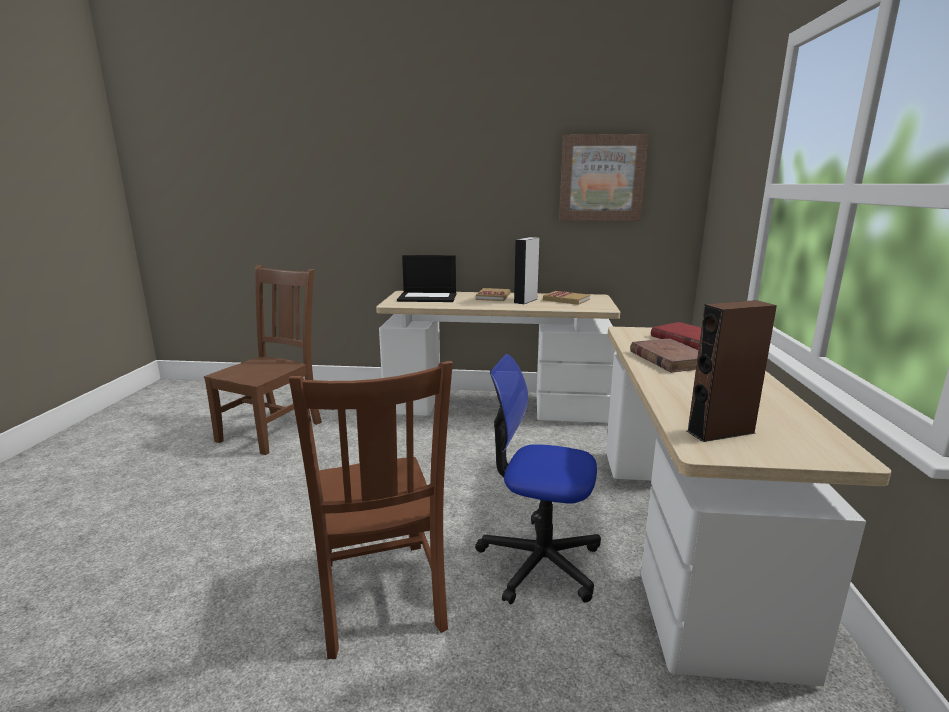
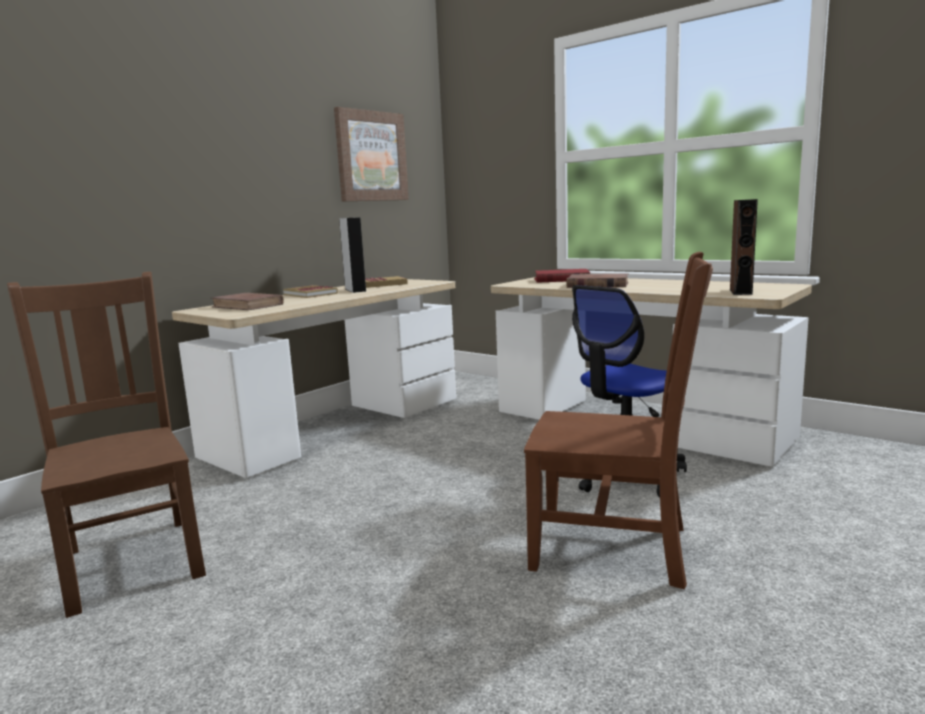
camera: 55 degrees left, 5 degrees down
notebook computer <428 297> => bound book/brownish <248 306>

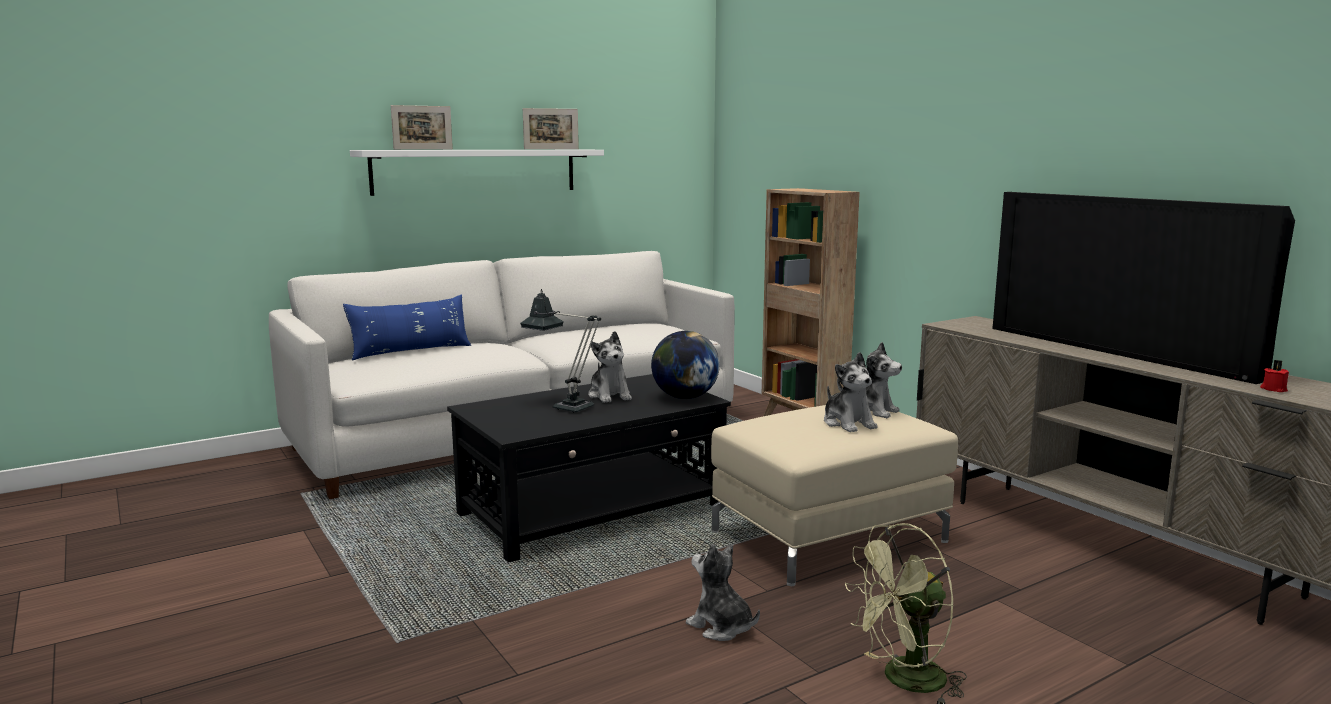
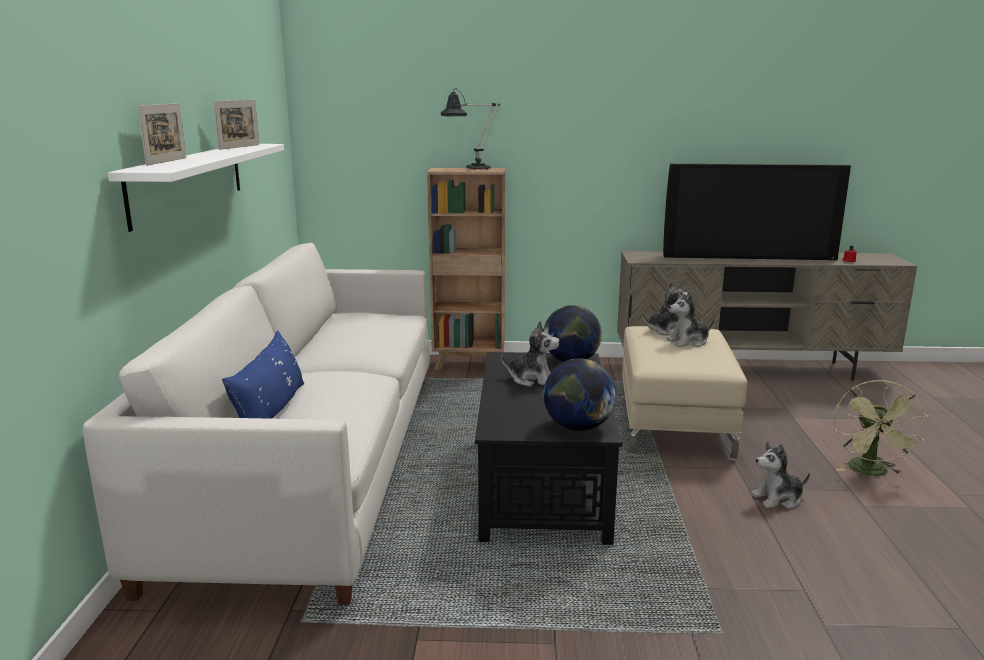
camera: 55 degrees left, 5 degrees up
nothing => desk globe <578 427>
lamp for a table <566 406> => lamp for a table <472 169>, relocated
cuddly toy <848 423> => cuddly toy <688 342>, 150 degrees clockwise

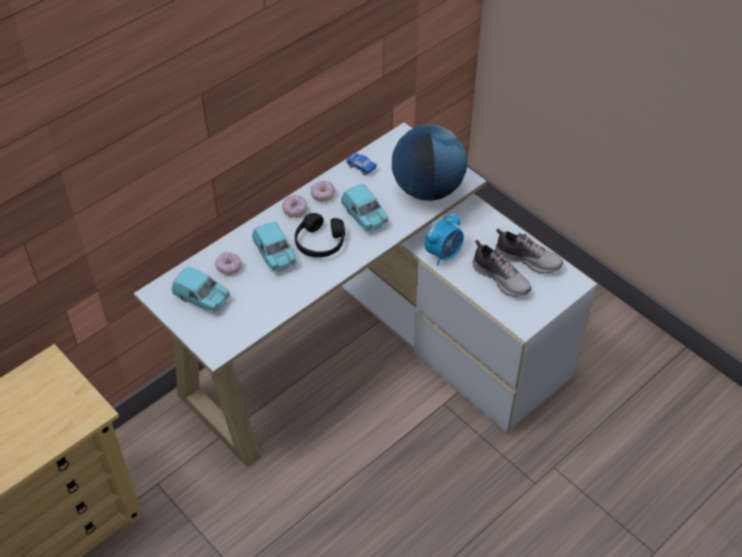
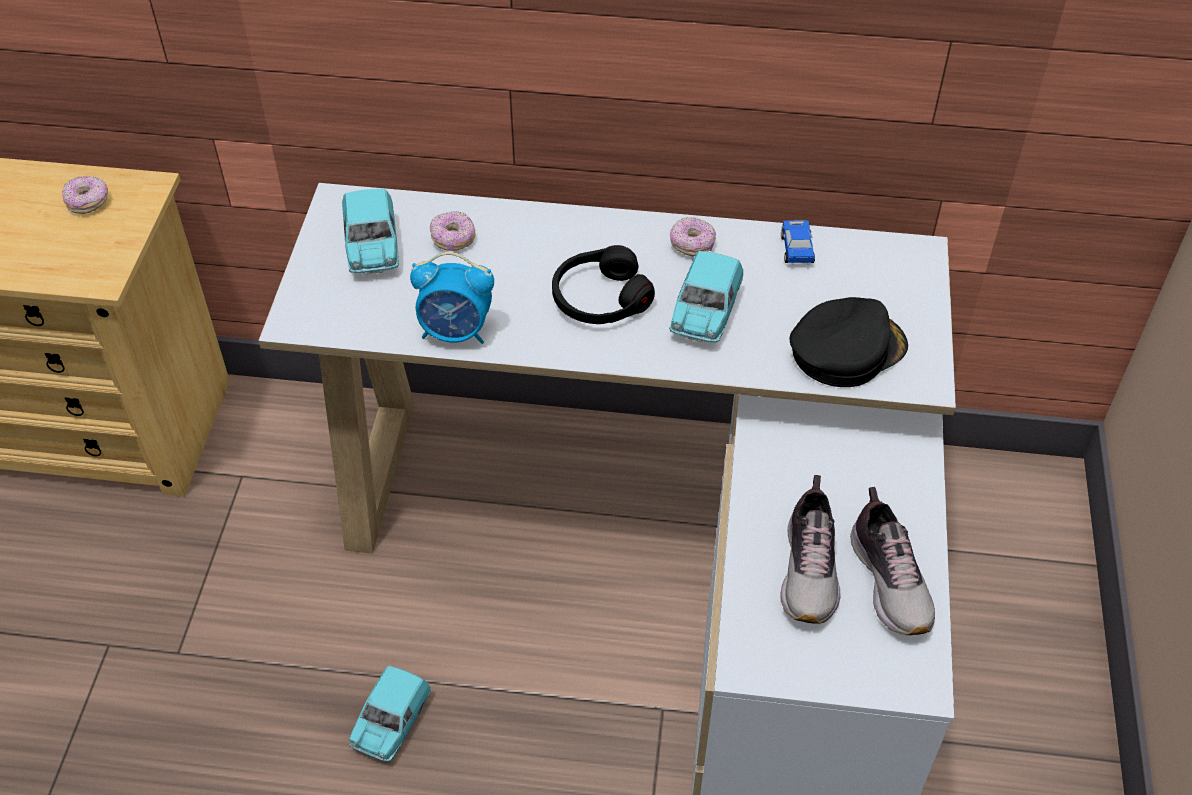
camera: 50 degrees right, 0 degrees up
miniature car/blue-green <275 255> => miniature car/blue-green <391 723>, relocated
doughnut <294 210> => doughnut <88 202>, relocated
table clock <443 254> => table clock <456 332>, relocated
desk globe <427 189> => cap/black-coloured <846 349>

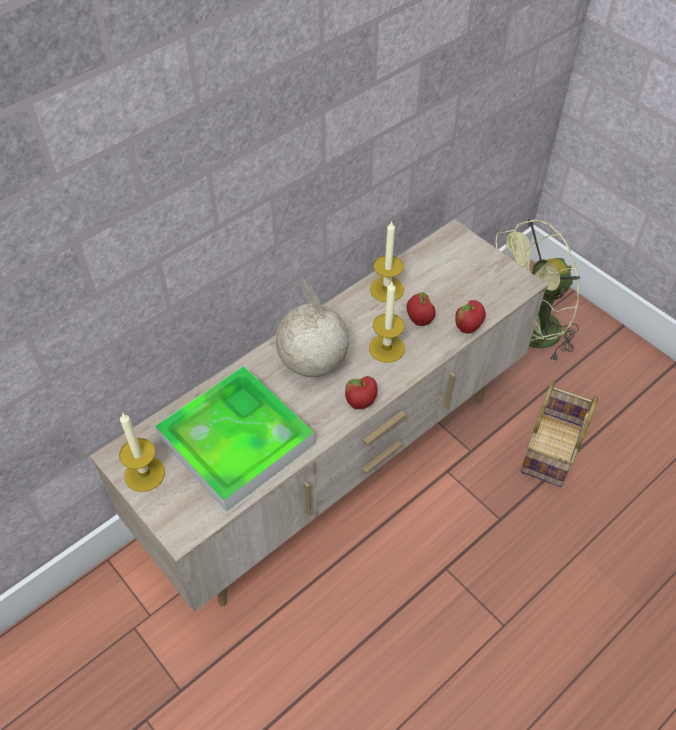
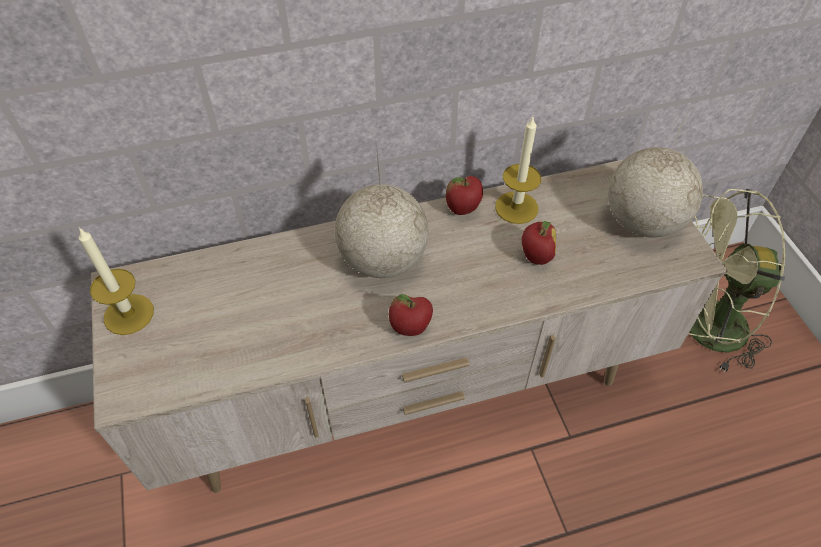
camera: 25 degrees right, 0 degrees up
tray <236 441> => nothing
wax light <386 348> => nothing
household basket <552 451> => nothing
nothing => desk globe <641 223>
apple <468 328> => apple <463 209>, relocated

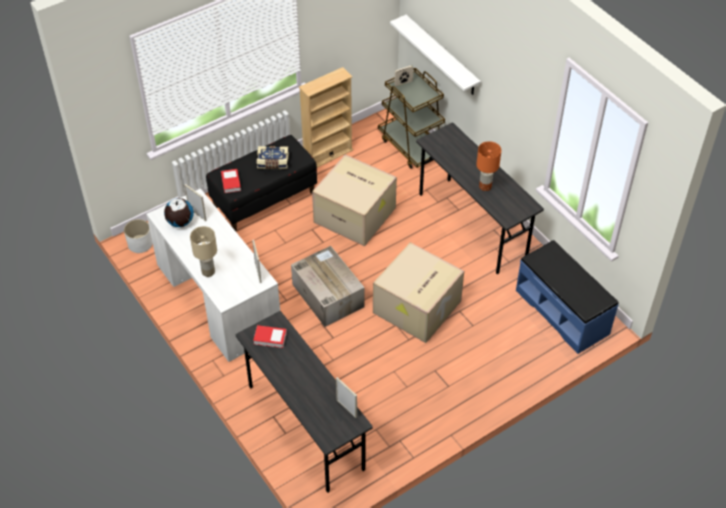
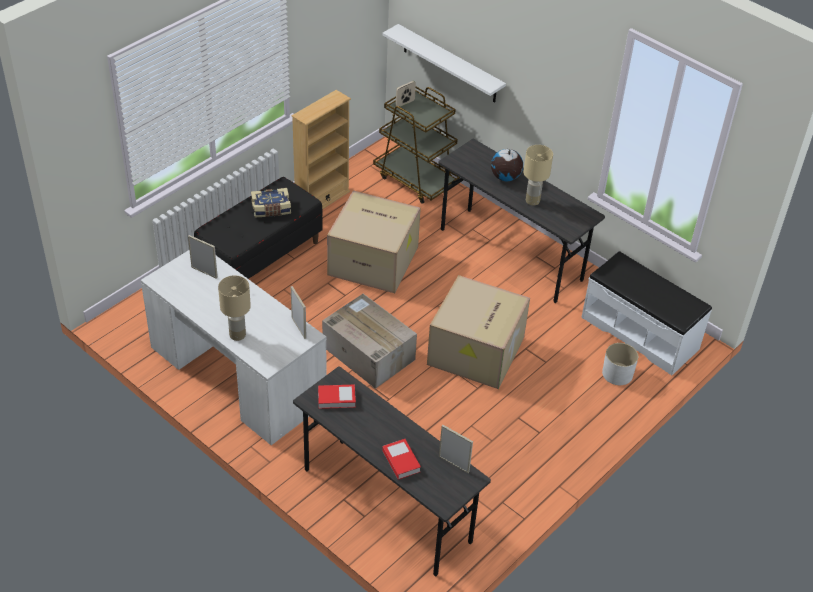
camera: 15 degrees left, 5 degrees down
flower pot/whitish <140 243> => flower pot/whitish <617 373>, relocated
desk globe <180 222> => desk globe <505 177>, relocated
bound book <231 182> => bound book <401 461>, relocated
lamp for a table/orange-coloured <485 187> => lamp for a table/beige <533 201>
indoor bench/blue-coloured <562 311> => indoor bench/whitish <640 332>

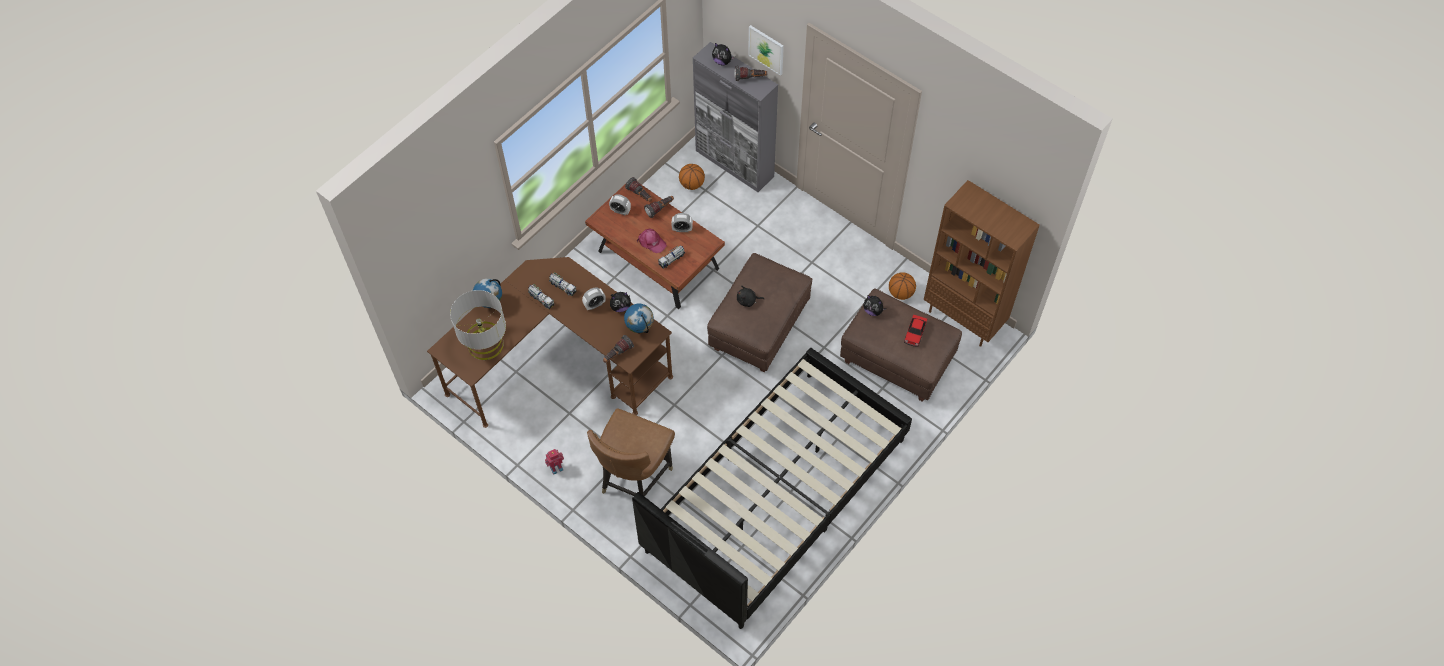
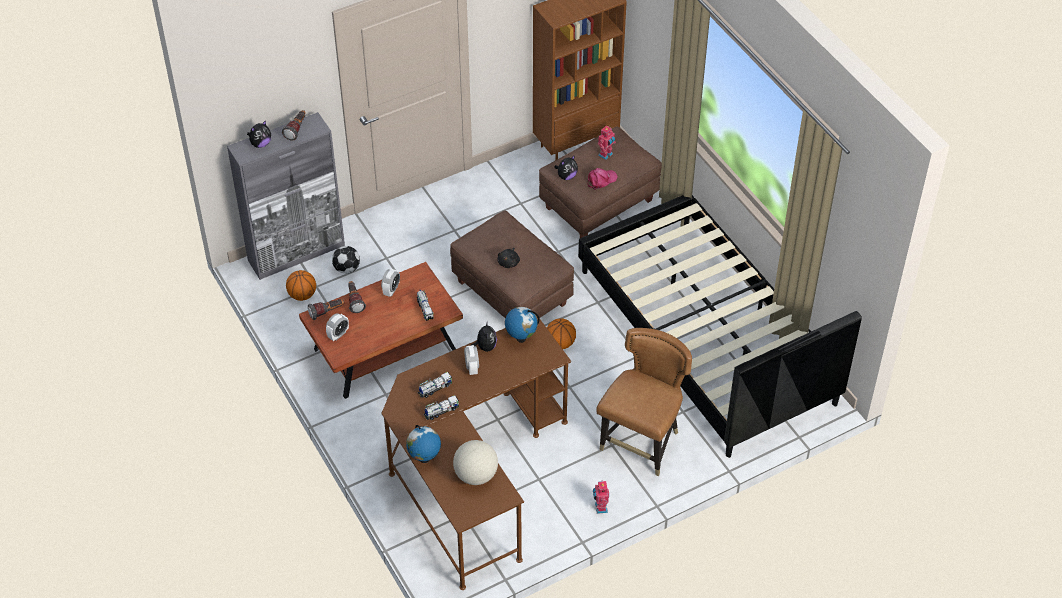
camera: 70 degrees left, 10 degrees down
hand torch <617 354> => nothing
picture <766 49> => nothing
nothing => football ball <347 268>
cap/pinkish <651 242> => cap/pinkish <601 180>, relocated
basketball <900 293> => basketball <560 343>, relocated
lamp for a table/gray <486 344> => desk globe <476 475>
miniature car <915 333> => model robot <606 155>
upright chair/brownish <634 478> => upright chair/brownish <641 443>, 105 degrees counterclockwise

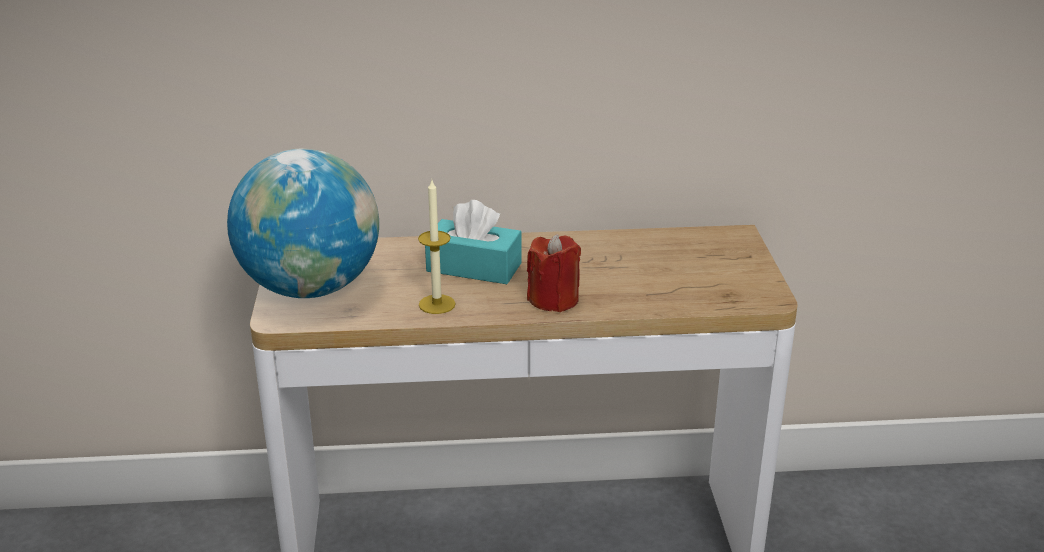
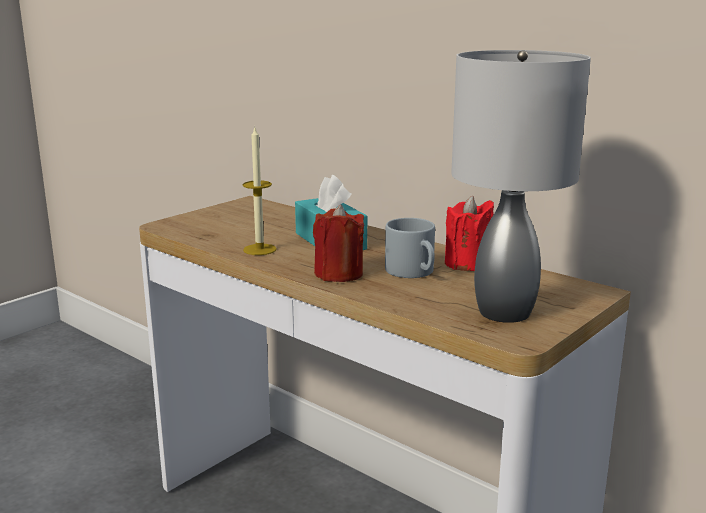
camera: 45 degrees right, 10 degrees down
desk globe <311 288> => nothing
nothing => mug/gray <414 272>
nothing => wax light/red-coloured <468 264>
nothing => lamp for a table/gray <506 313>

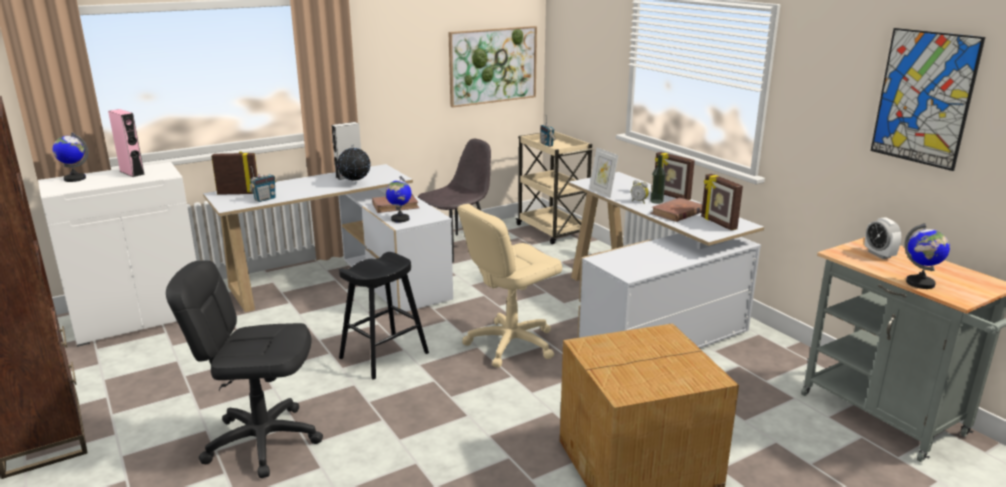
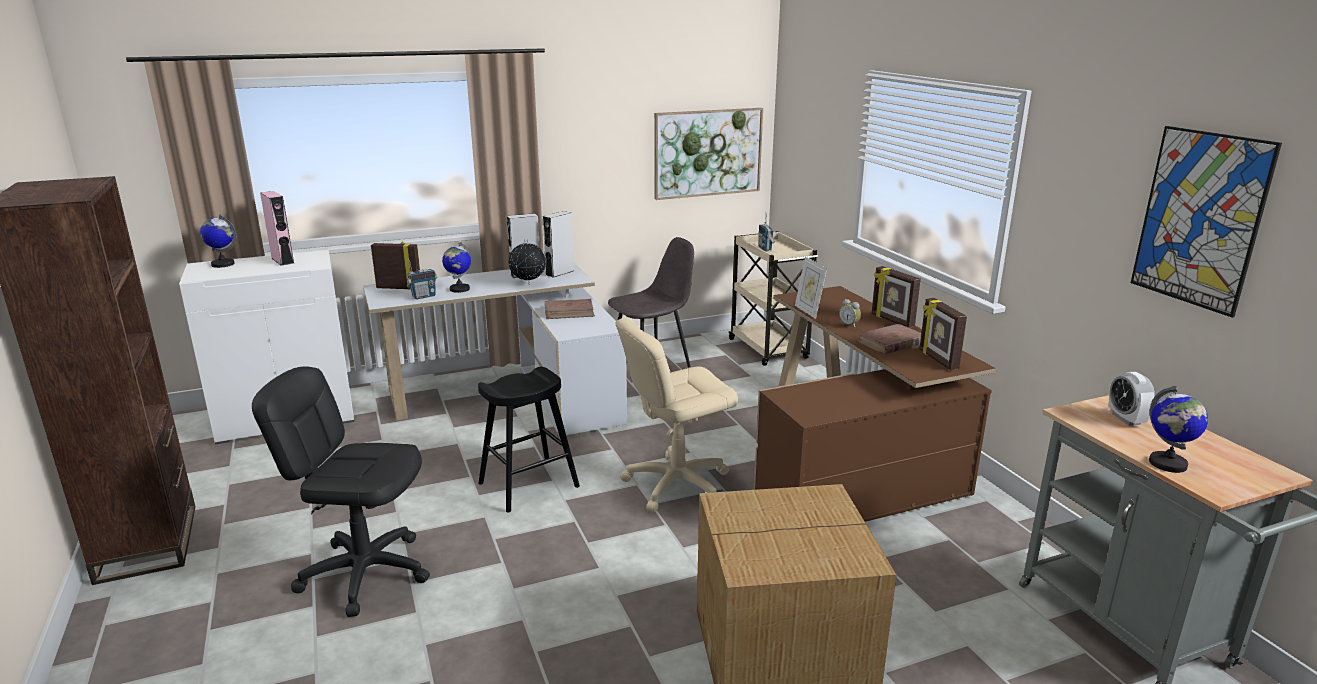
camera: 10 degrees right, 0 degrees up
drink bottle <656 201> => nothing
nothing => audio speaker/gray <560 273>
desk globe <400 219> => desk globe <459 289>, relocated
desk/whitish <646 314> => desk/brownish <851 462>

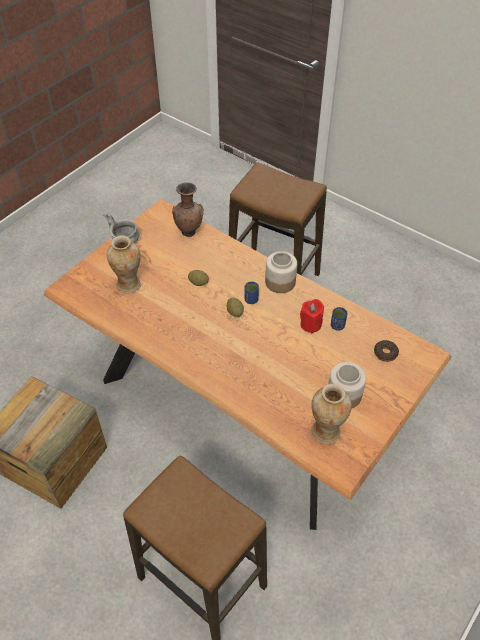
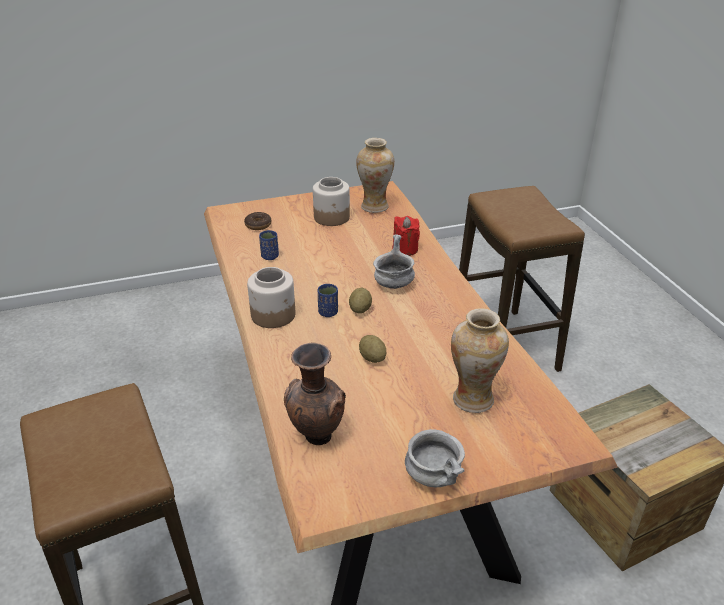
camera: 145 degrees left, 15 degrees down
nothing => serving bowl/gray <393 283>
wax light/red-coloured <310 324> => wax light/red-coloured <405 249>, relocated

